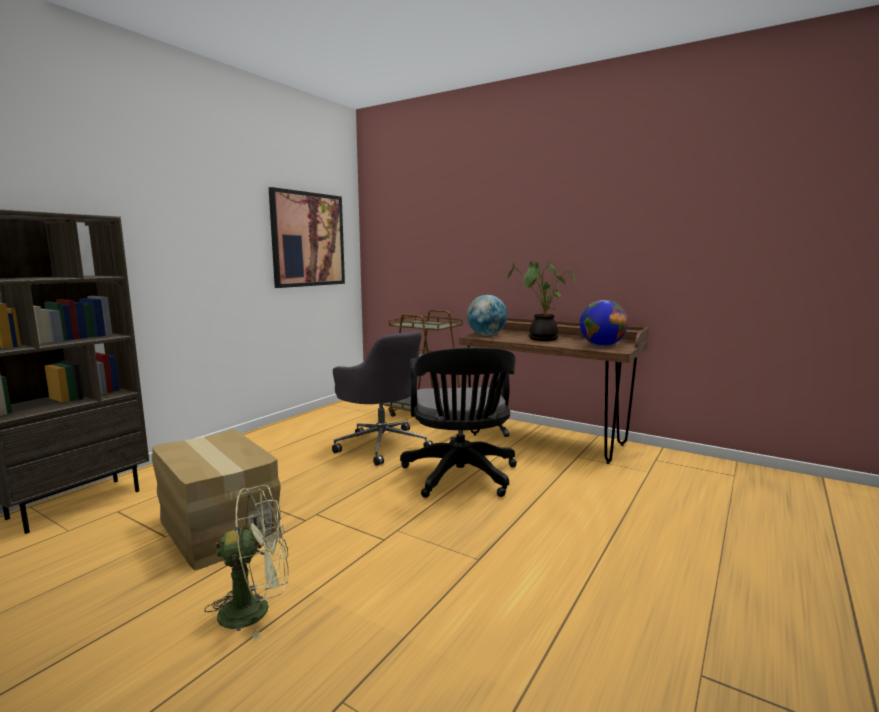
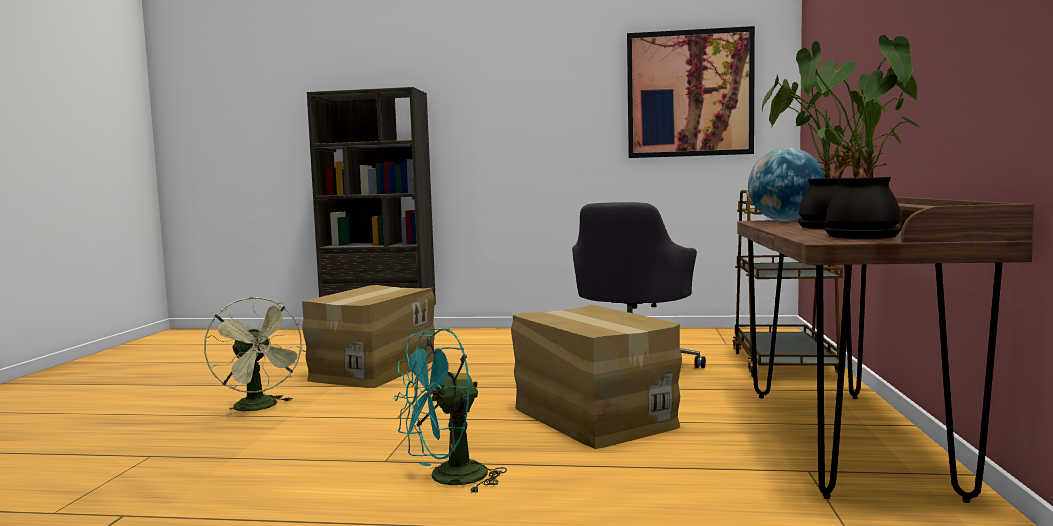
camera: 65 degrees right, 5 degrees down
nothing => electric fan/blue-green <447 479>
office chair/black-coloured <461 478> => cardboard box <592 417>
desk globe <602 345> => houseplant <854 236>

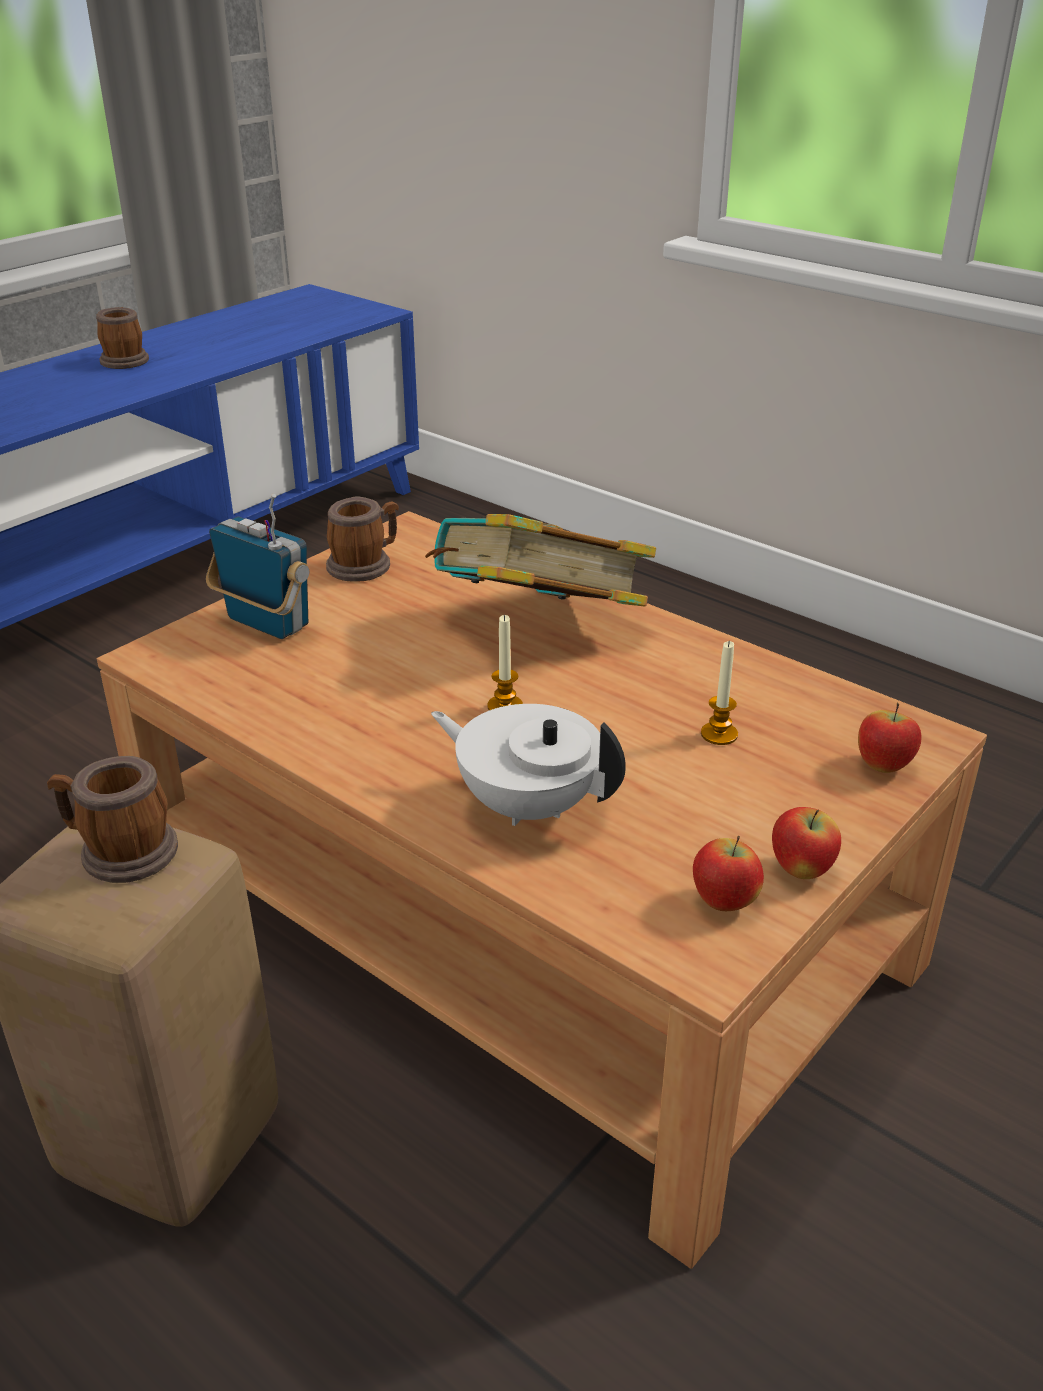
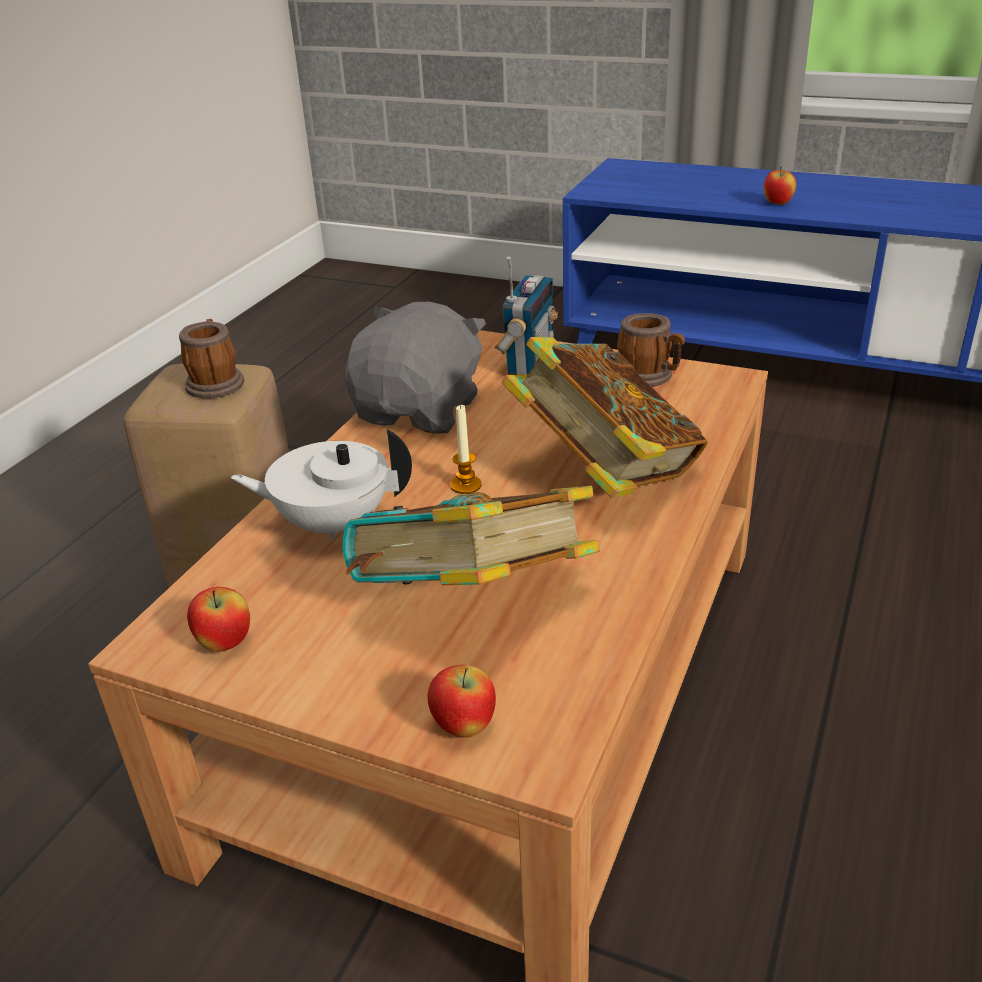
camera: 75 degrees right, 0 degrees up
mug <125 359> => nothing
nothing => cuddly toy/gray <421 411>
apple <801 870> => apple <778 204>, relocated
wax light <719 734> => bound book <475 606>
pot for tea/whitish <528 805> => pot for tea/whitish <332 523>, 105 degrees counterclockwise

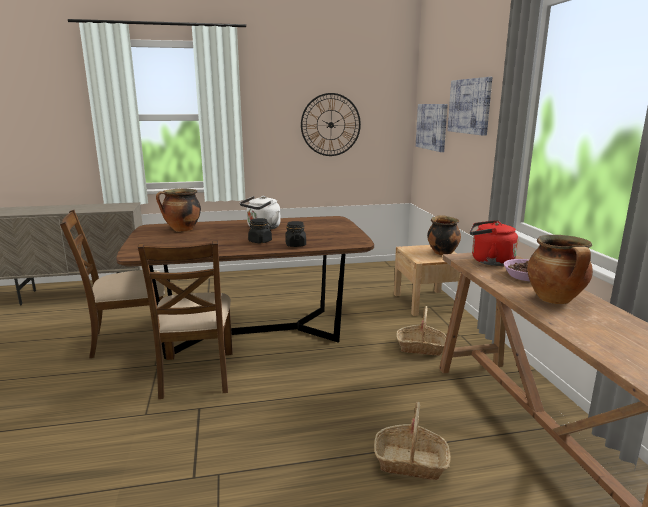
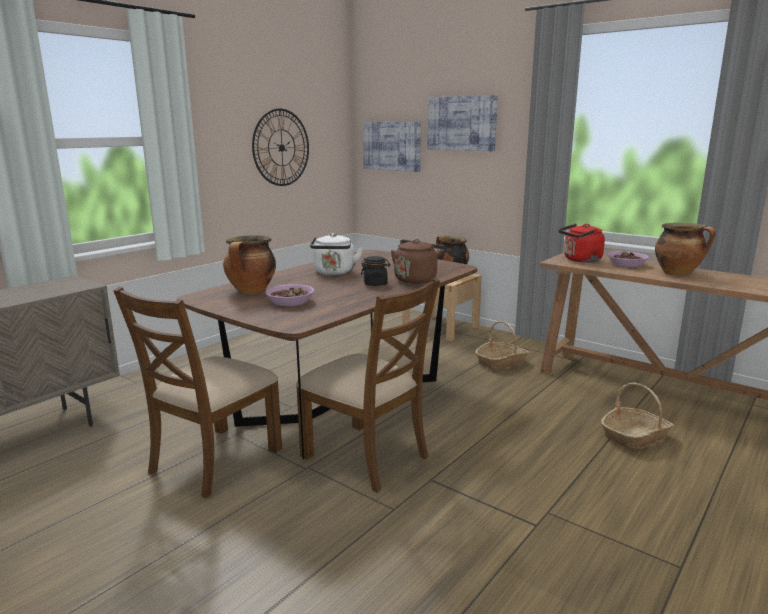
camera: 40 degrees left, 0 degrees up
nothing => serving bowl <291 302>
jar/black-coloured <295 245> => water kettle/brownish <416 279>

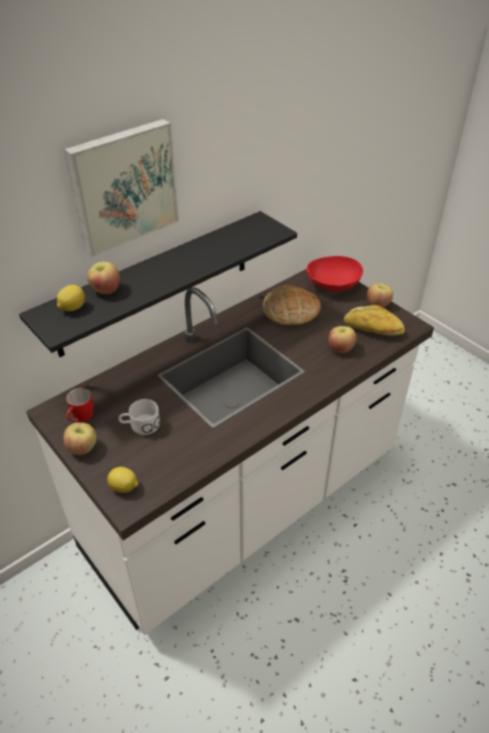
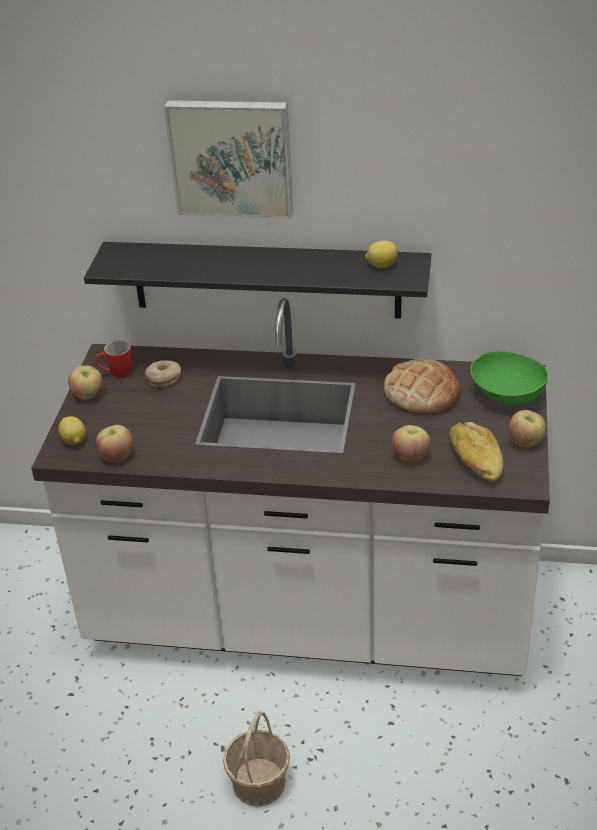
camera: 50 degrees right, 5 degrees down
mug/whitish <140 425> => nothing
nothing => doughnut <163 378>
nothing => household basket <259 782>
whole lemon <72 308> => whole lemon <381 265>, relocated
apple <105 290> => apple <116 456>, relocated
serving bowl/red-coloured <332 286> => serving bowl/greenish <506 396>

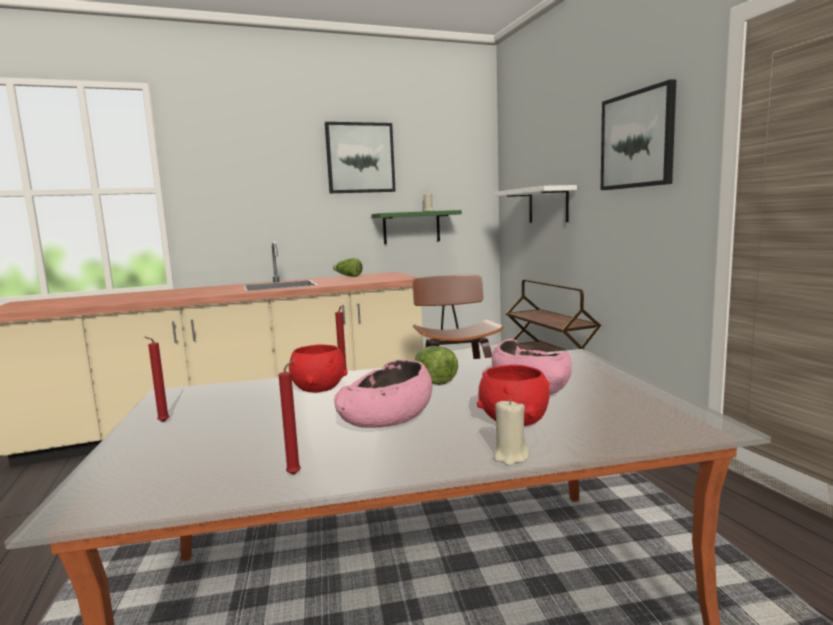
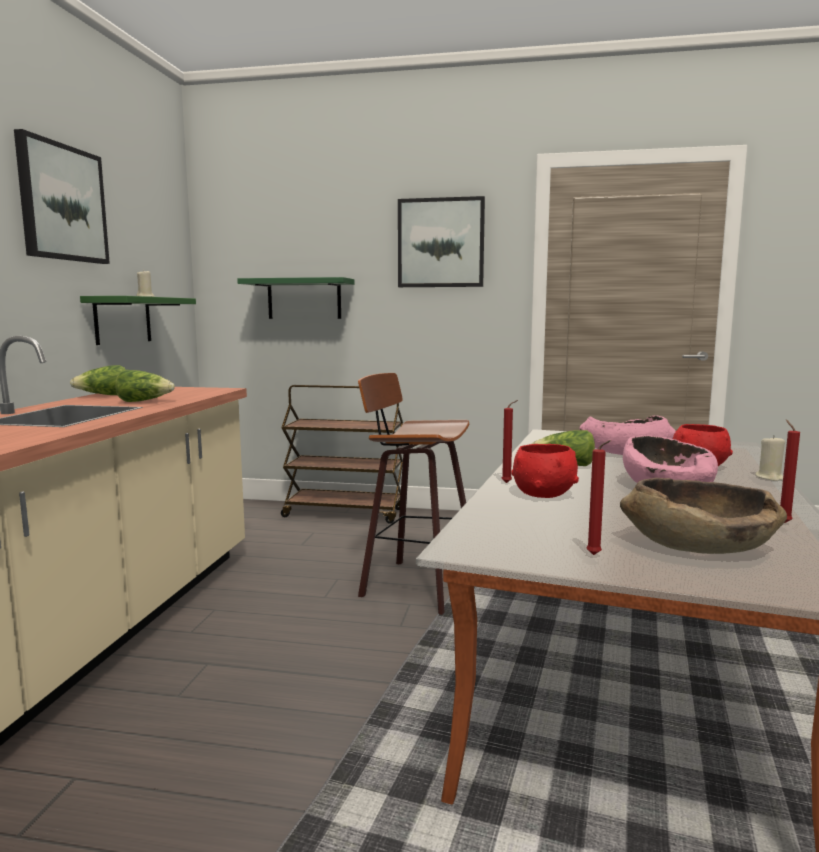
camera: 60 degrees left, 0 degrees up
nothing => head of lettuce <144 401>
nothing => serving bowl/brownish <698 545>
shelf/whitish <548 205> => shelf/greenish <304 299>

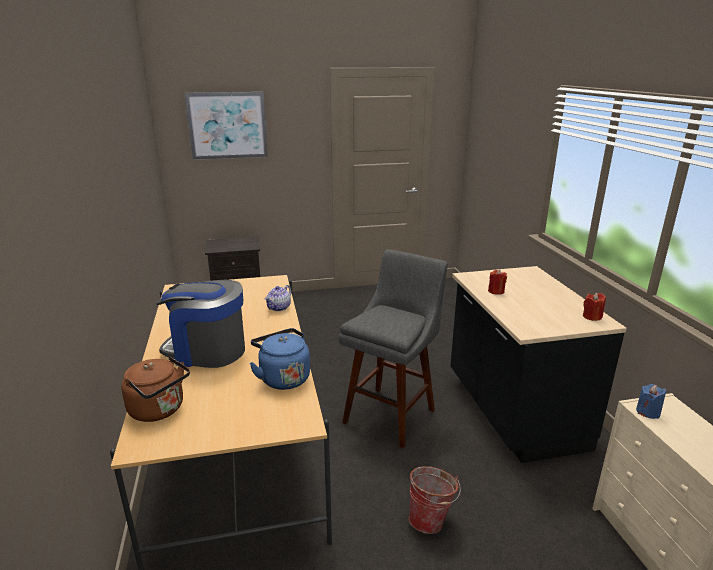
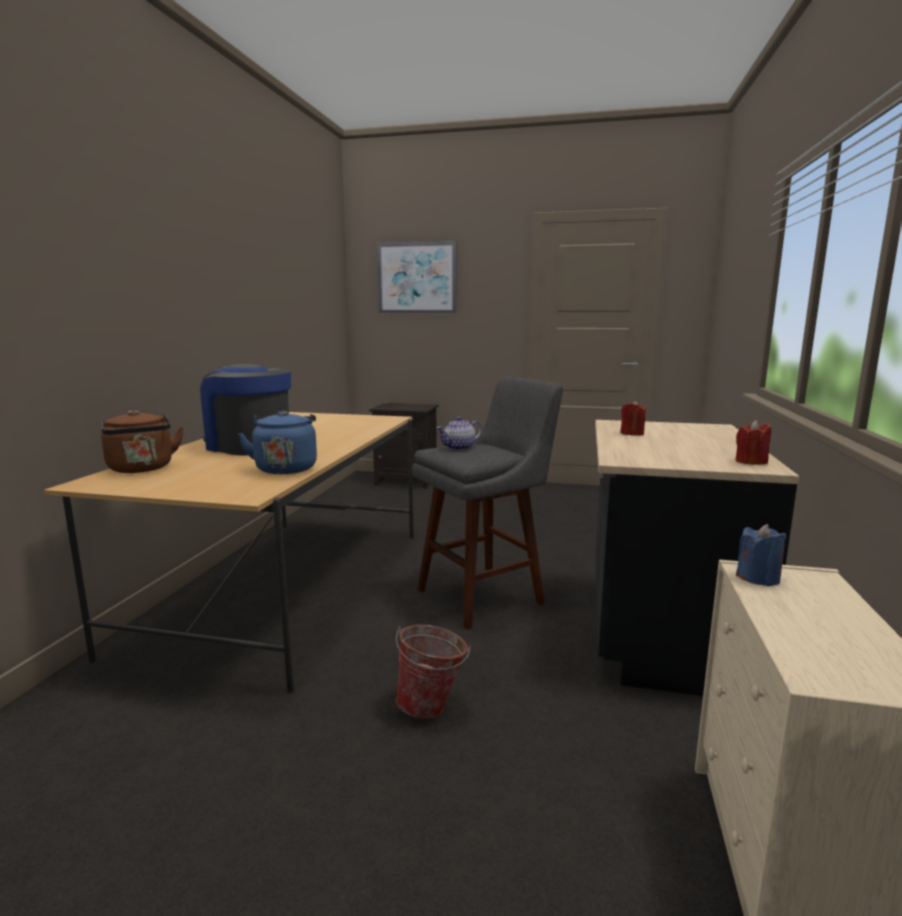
camera: 25 degrees right, 10 degrees down
pot for tea <279 308> => pot for tea <459 448>, relocated

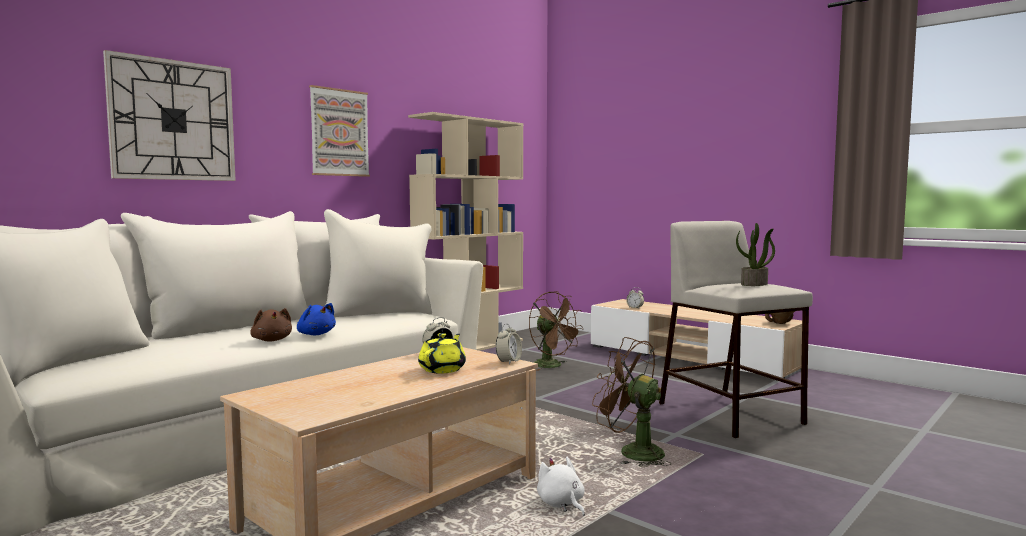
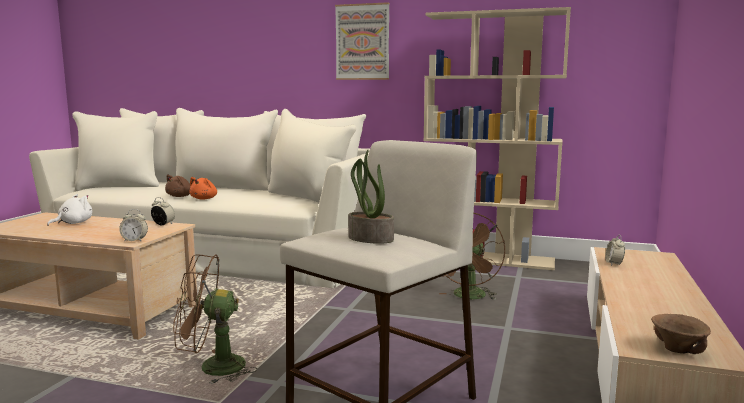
camera: 65 degrees right, 5 degrees up
wall clock <173 120> => nothing
pot for tea/yellow-coloured <443 369> => nothing
cuddly toy/whitish <561 504> => cuddly toy/whitish <73 223>, relocated
cuddly toy/blue-coloured <315 334> => cuddly toy/orange-coloured <204 199>
electric fan/brownish <632 452> => electric fan/brownish <212 367>, 105 degrees counterclockwise

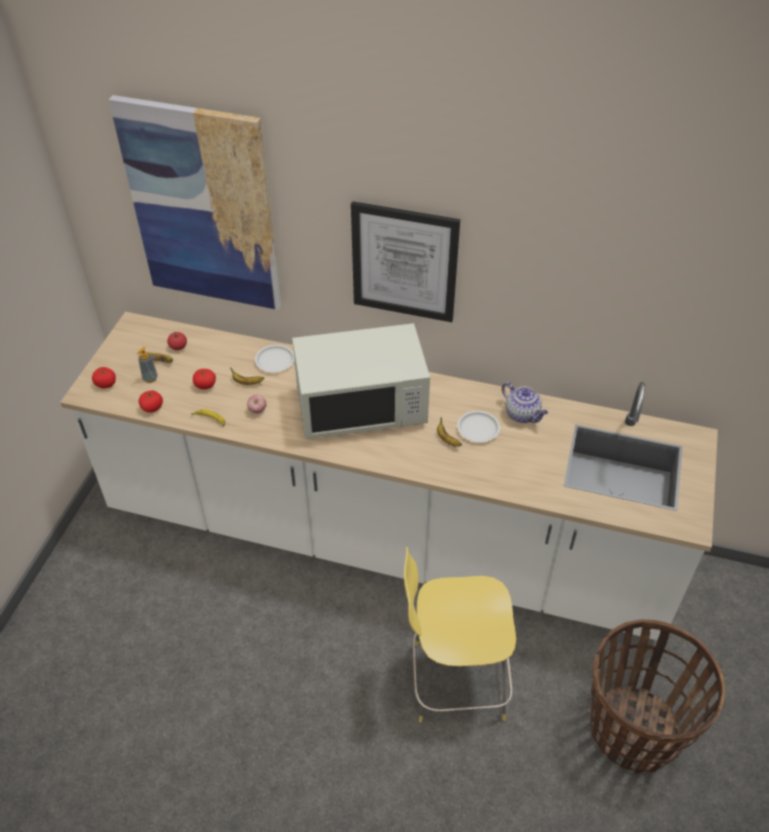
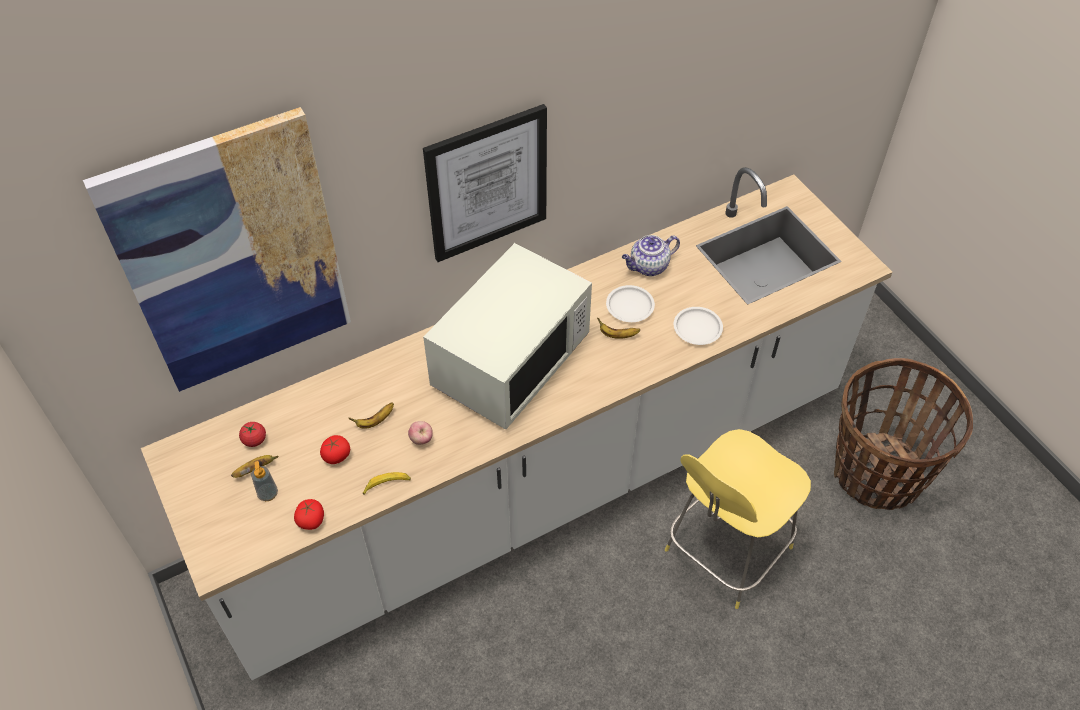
camera: 45 degrees left, 5 degrees up
fresh tomato <106 384> => nothing
plate/whitish <275 361> => plate/whitish <697 328>, relocated
pot for tea <523 414> => pot for tea <648 267>, 150 degrees clockwise

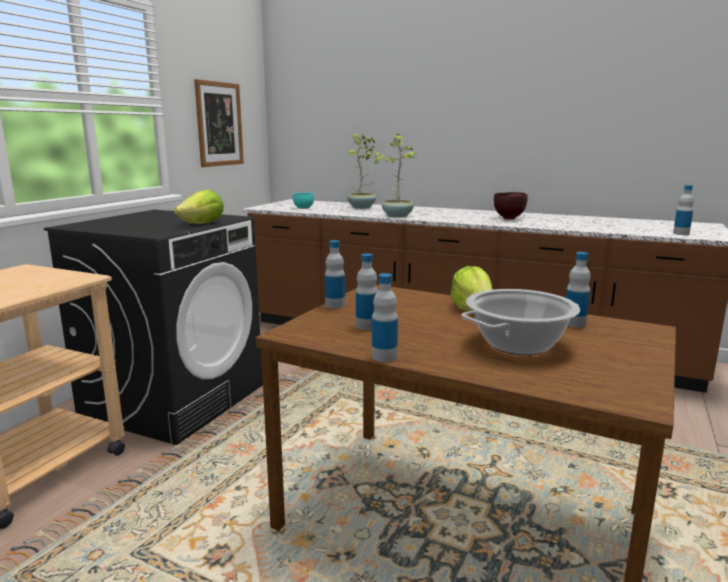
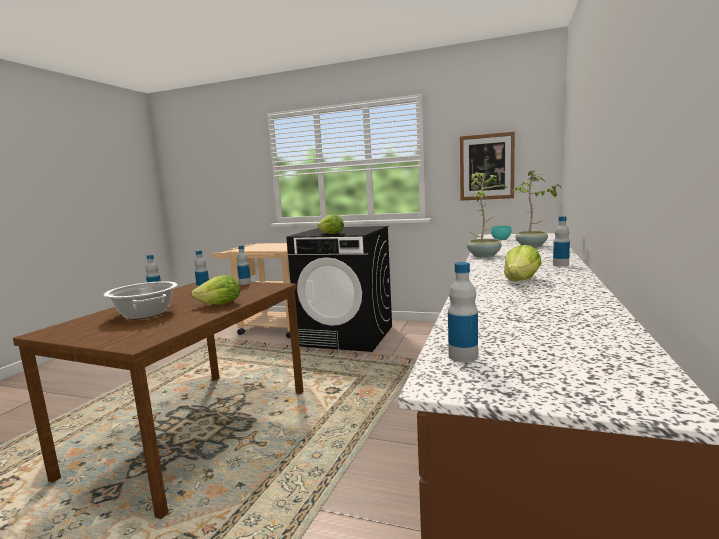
camera: 85 degrees right, 5 degrees down
drink bottle <574 323> => drink bottle <560 265>, relocated
serving bowl/brownish <510 218> => head of lettuce <521 280>

